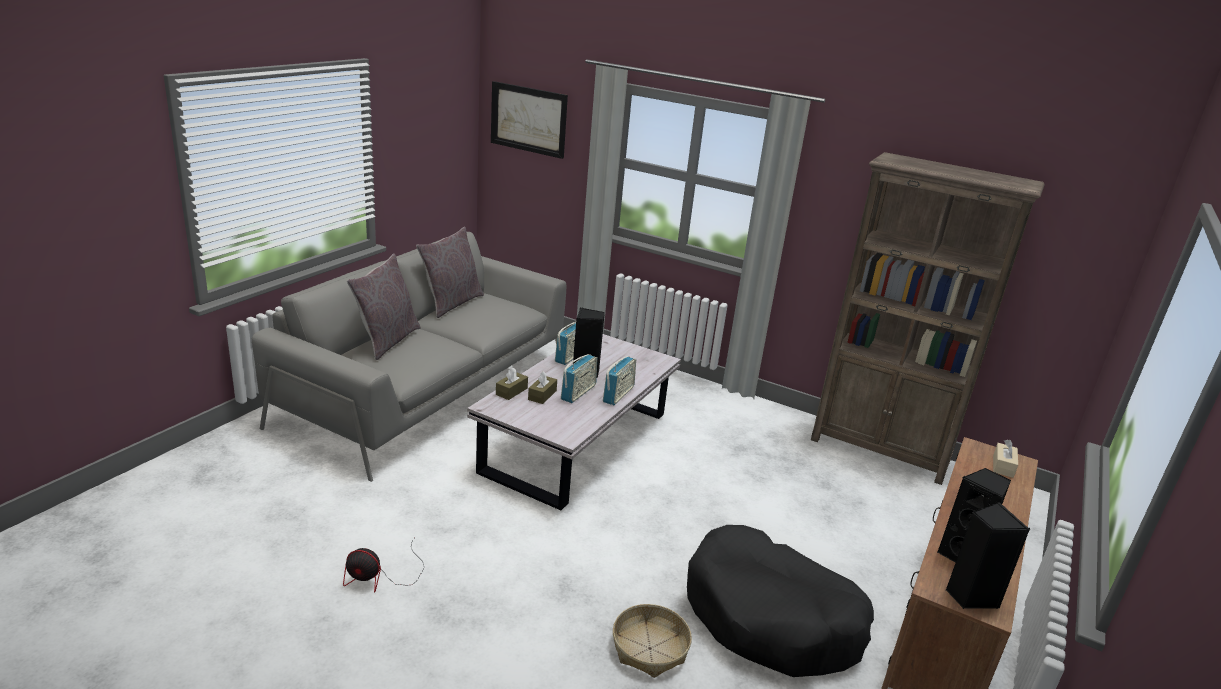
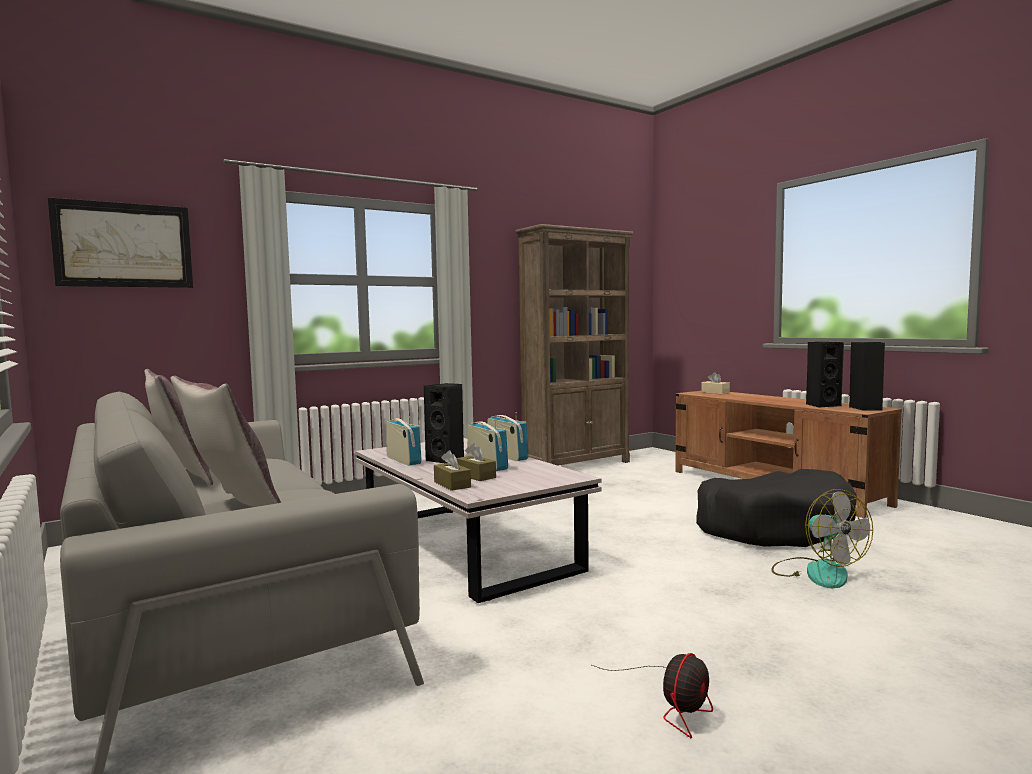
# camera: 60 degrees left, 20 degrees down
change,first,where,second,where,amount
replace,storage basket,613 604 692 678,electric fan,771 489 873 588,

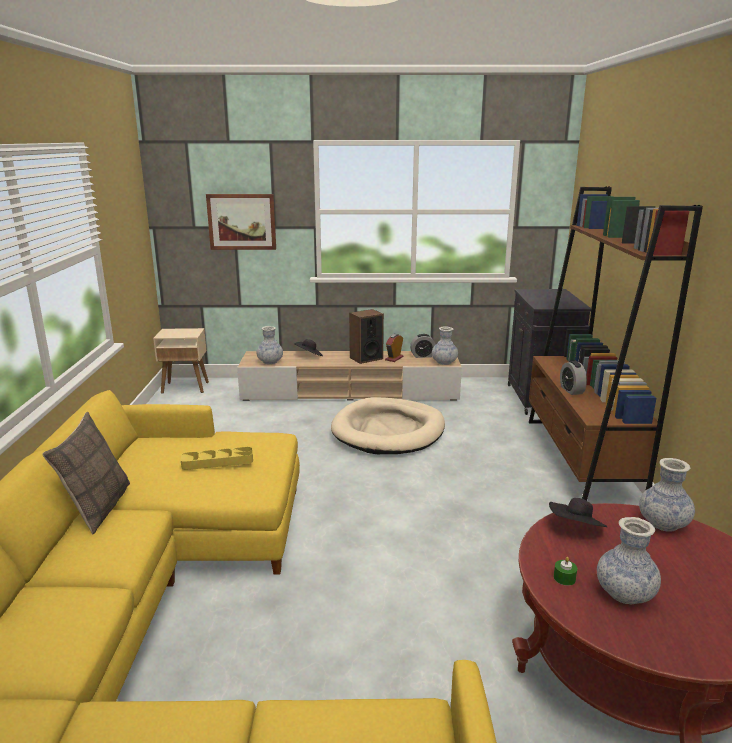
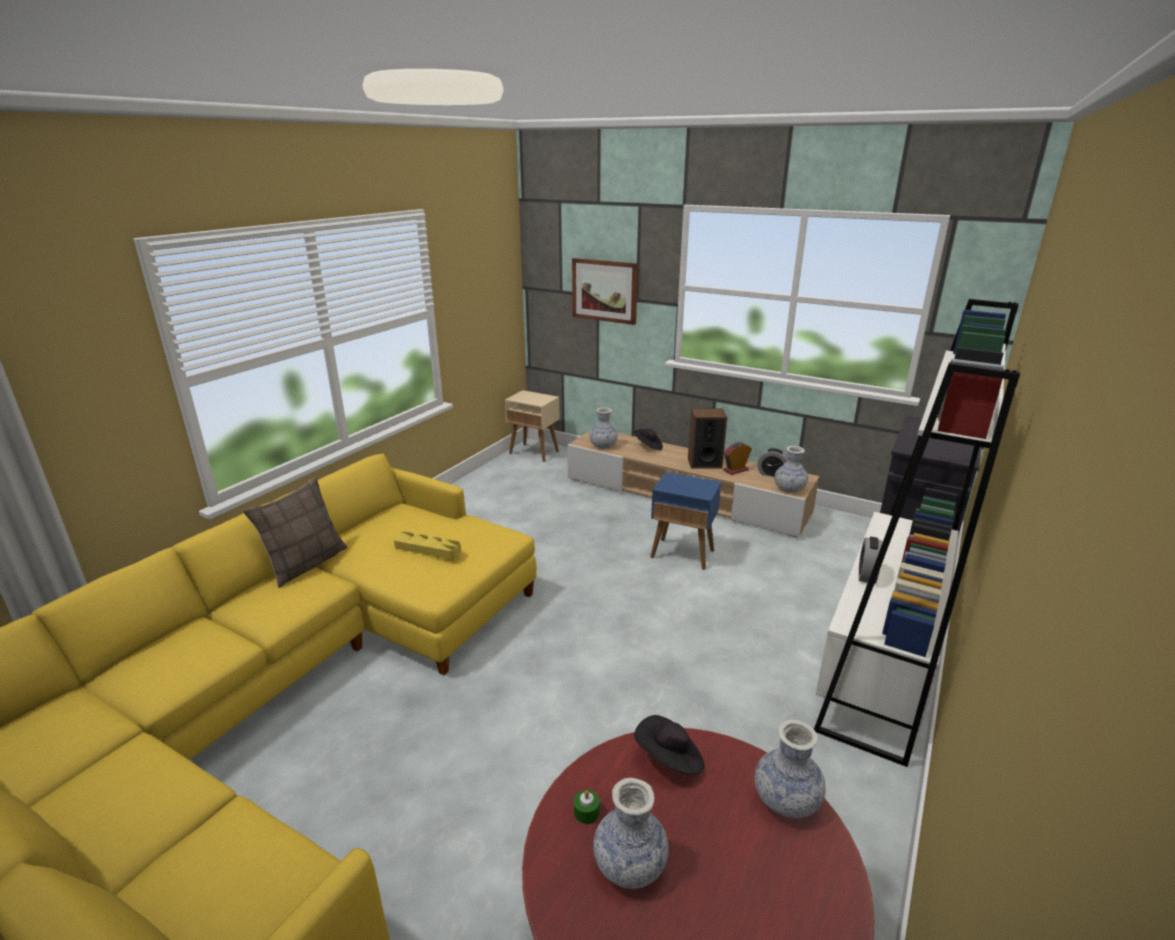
# camera: 30 degrees right, 5 degrees up
change,first,where,second,where,amount
replace,pet bed (beige-coloured),331 397 445 454,side table (blue),650 472 721 570,
recolor,bookcase (brownish),529 186 703 501,bookcase (whitish),814 299 1020 767,

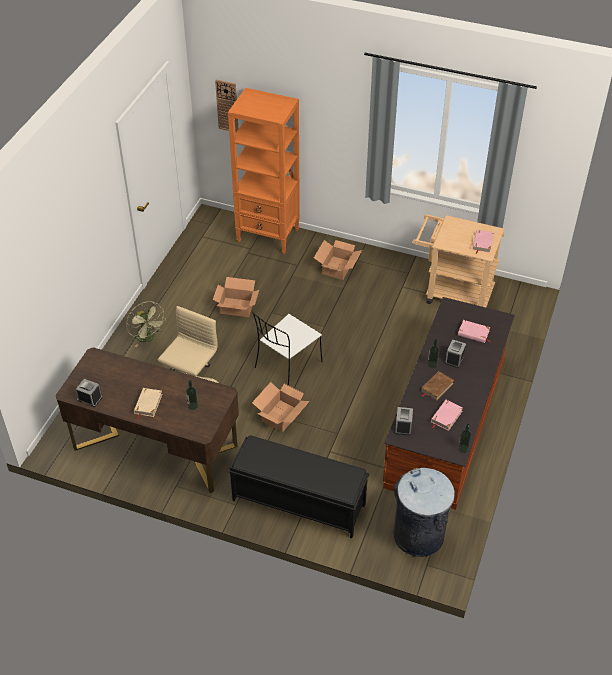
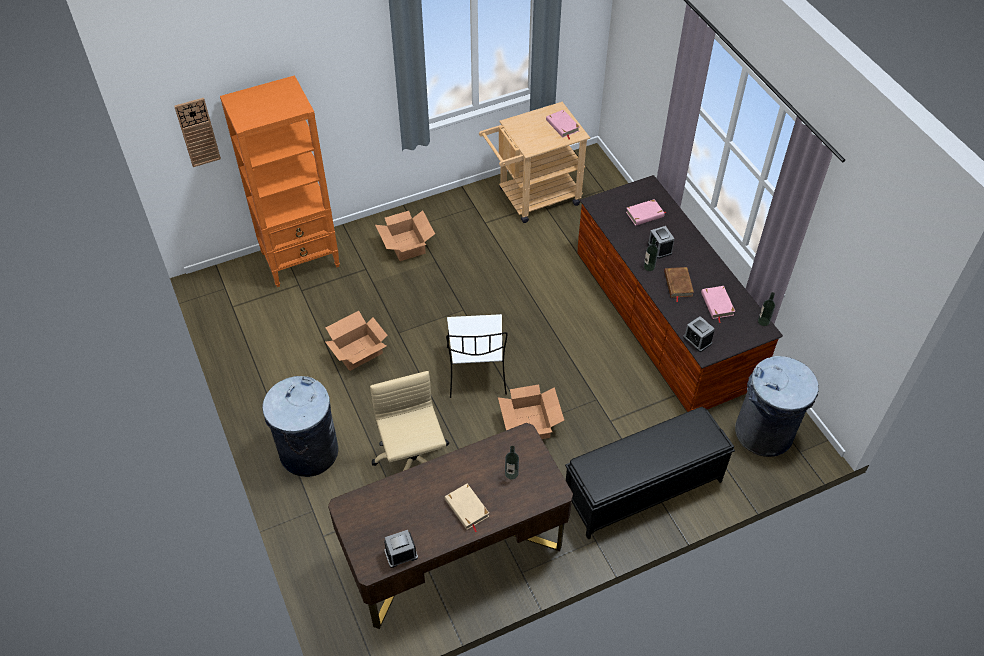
# camera: 45 degrees left, 5 degrees up
change,first,where,second,where,amount
replace,electric fan (green),126 301 166 347,rubbish bin (greyish),262 376 338 477,

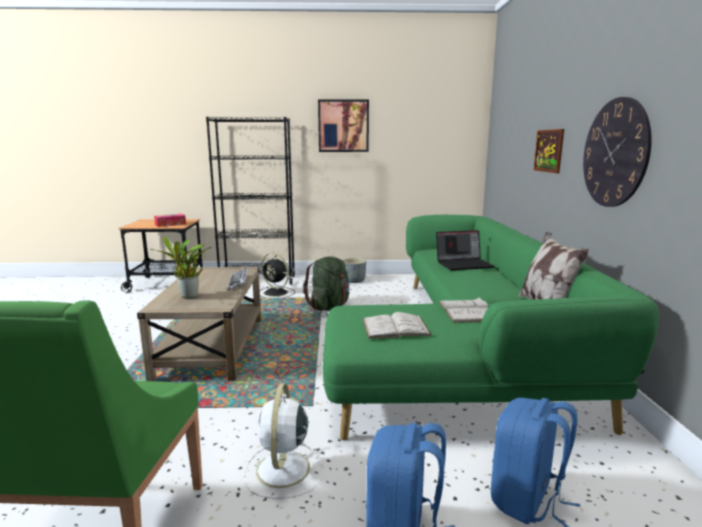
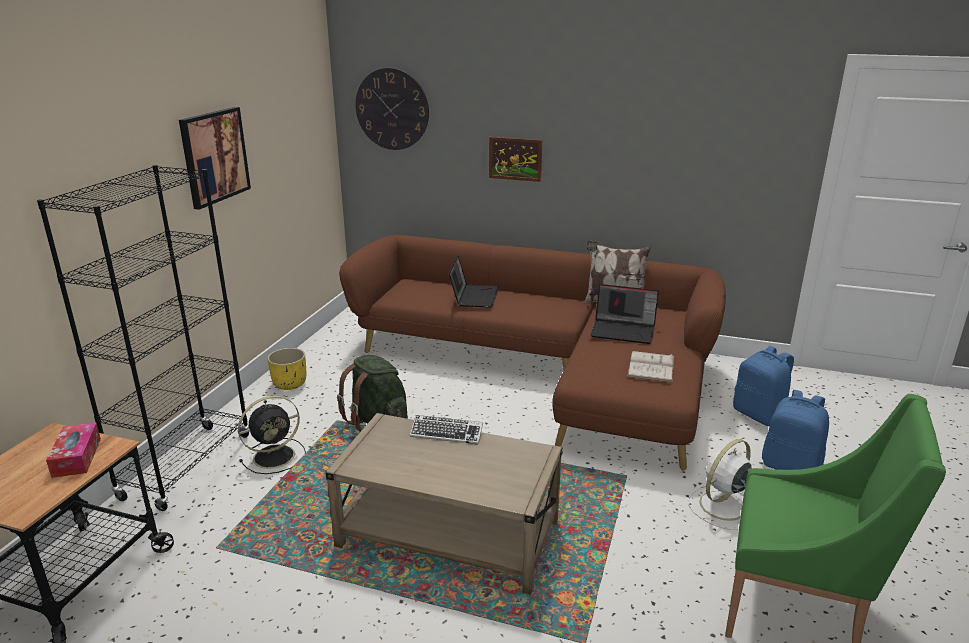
# camera: 70 degrees left, 10 degrees up
change,first,where,second,where,amount
delete,houseplant,150 237 211 299,,,
rotate,electric fan (whitish),244 383 322 499,,688 439 752 530,120 degrees clockwise
recolor,sofa (green),323 215 659 440,sofa (brownish),339 235 726 470,
recolor,flower pot (greyish),343 258 366 283,flower pot (yellow-coloured),267 348 306 390,
replace,volume (whitish),439 298 488 323,portable computer,590 284 659 344,
move,hanging clock,583 97 652 207,,355 68 429 150,

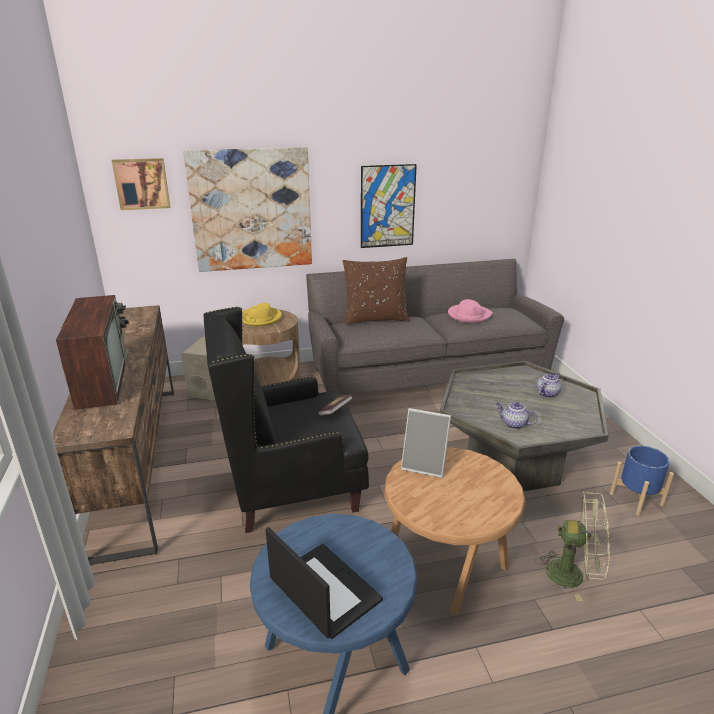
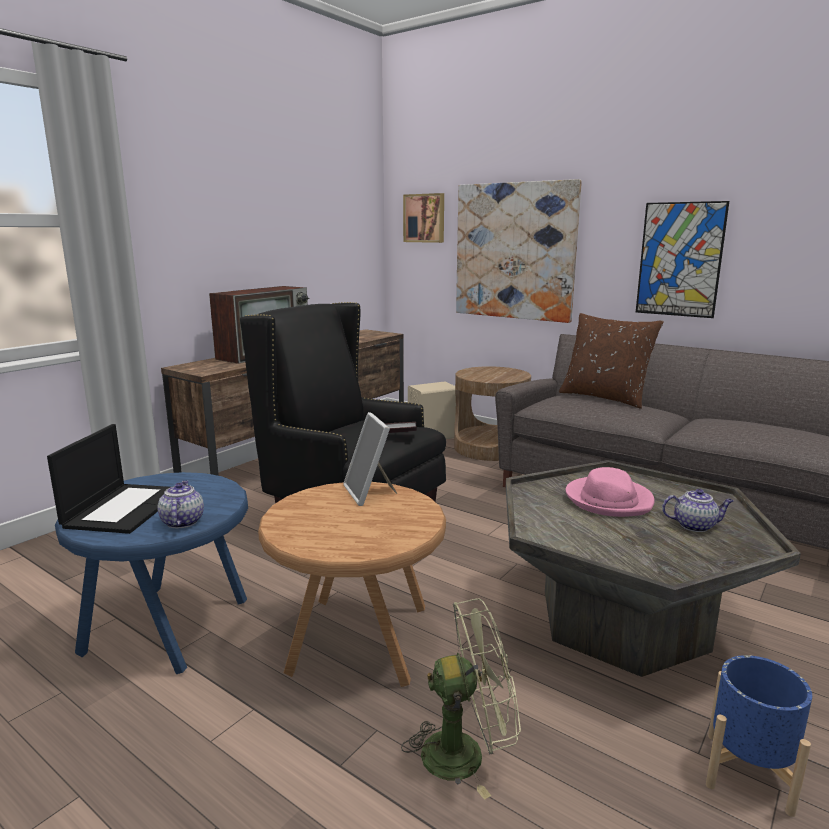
# camera: 50 degrees right, 10 degrees down
change,first,where,second,where,amount
delete,hat (yellow-coloured),242 303 282 327,,,
move,hat (pinkish),448 299 493 323,,566 467 655 517,
move,teapot,496 402 538 429,,157 480 204 528,
rotate,electric fan (green),535 492 610 602,,401 598 521 800,75 degrees counterclockwise

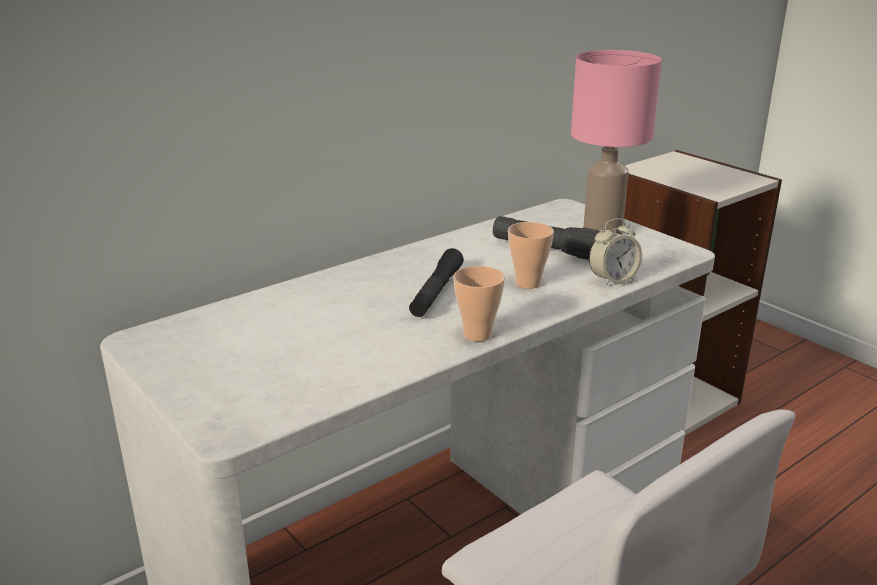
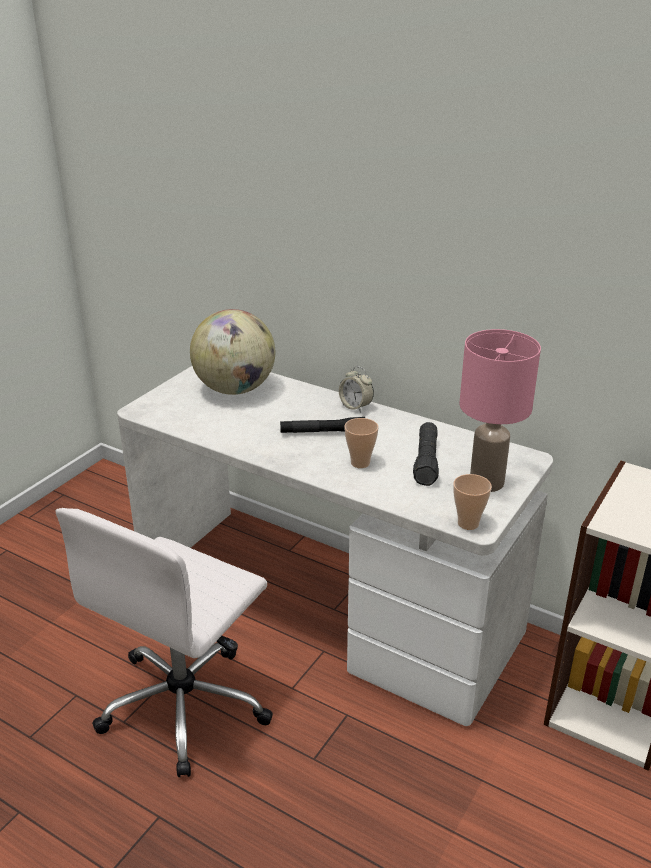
# camera: 70 degrees right, 5 degrees up
change,first,where,second,where,amount
move,small cup,453 266 505 342,,453 474 492 530,
move,bedside clock,589 218 642 287,,339 366 374 413,
insert,,,desk globe,190 309 275 395,

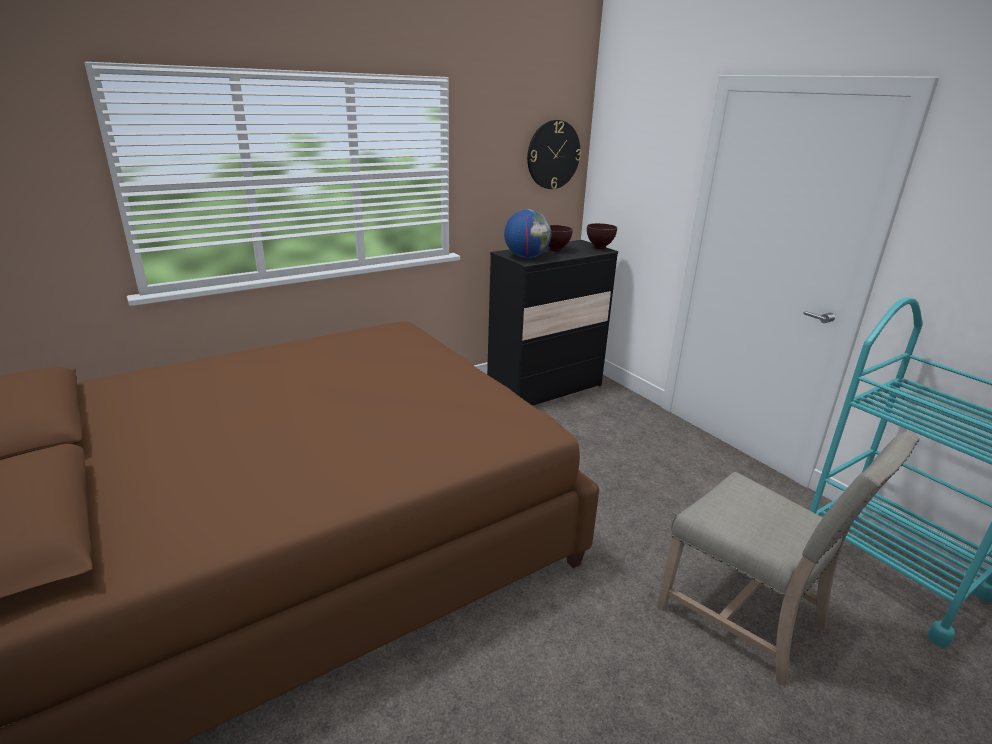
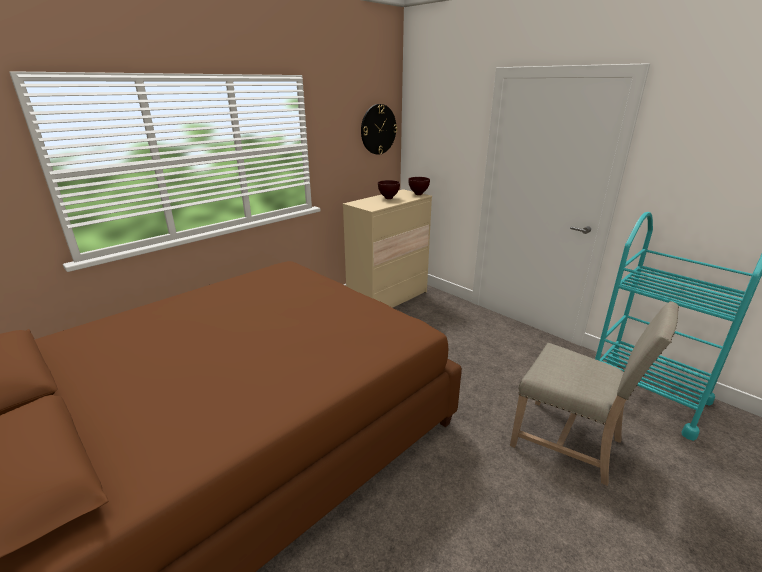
# camera: 10 degrees left, 0 degrees up
change,first,where,second,where,amount
recolor,drawer chest (black),487 240 618 406,drawer chest (beige-coloured),343 189 432 308,
delete,desk globe,504 209 551 258,,,

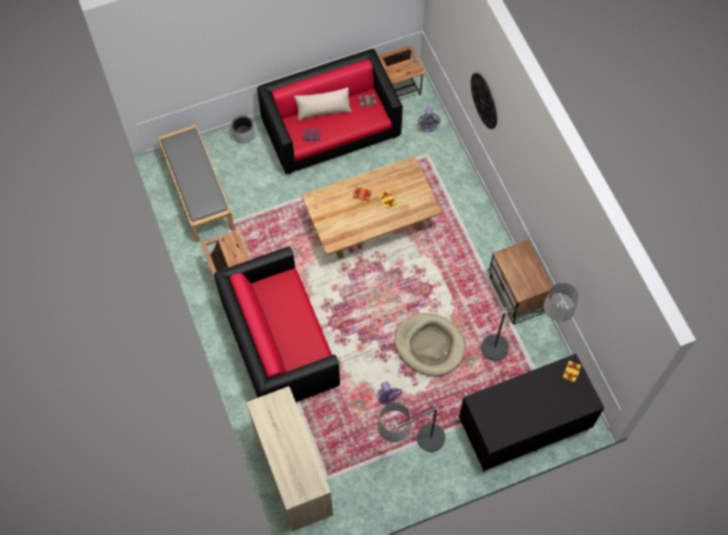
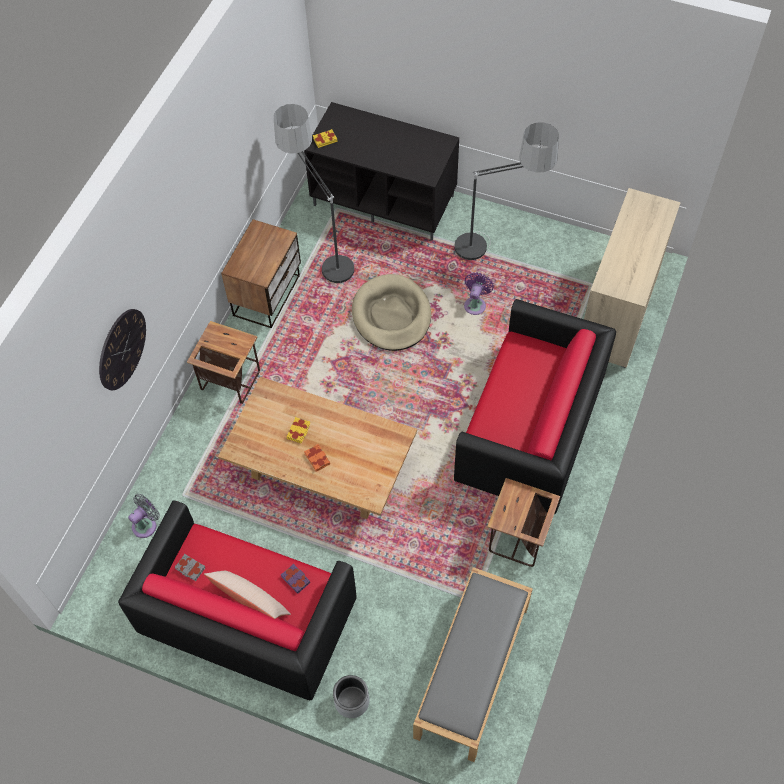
# camera: 135 degrees left, 5 degrees down
change,first,where,second,where,amount
move,side table,378 45 426 97,,187 321 260 404,

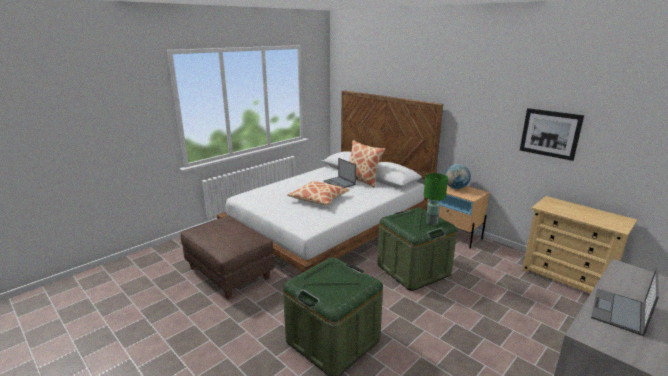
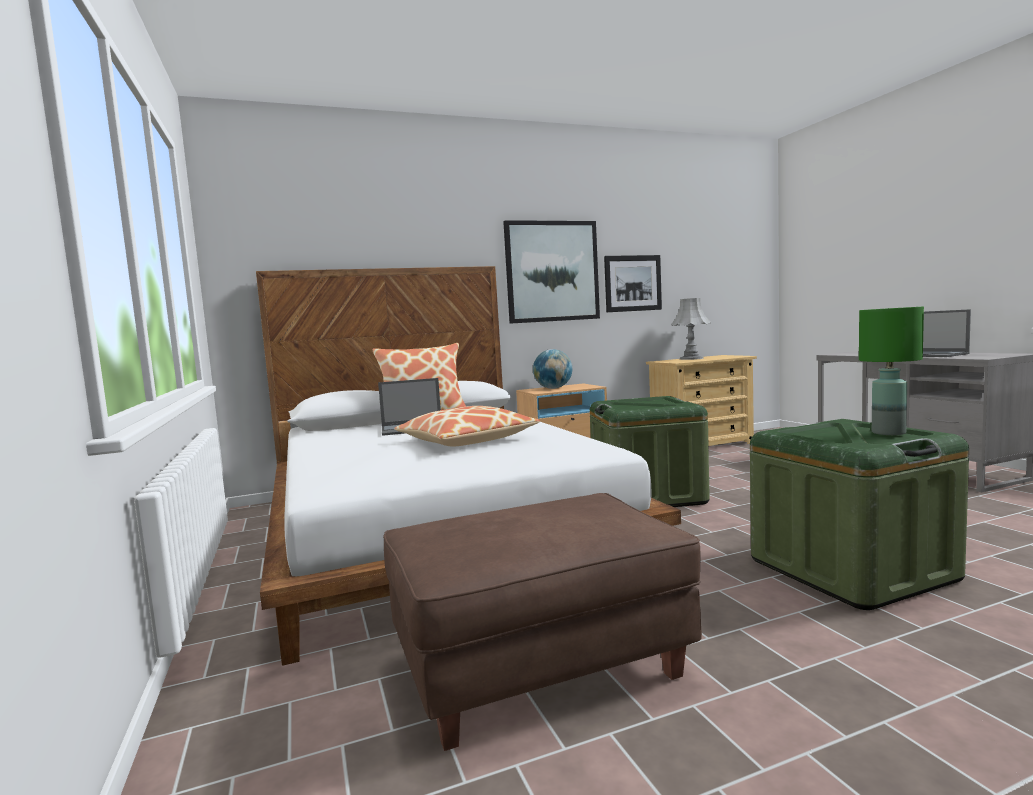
# camera: 65 degrees left, 15 degrees down
change,first,where,second,where,amount
move,table lamp (green),424 173 448 225,,859 307 924 435,
insert,,,wall picture,503 220 600 324,
insert,,,table lamp (greyish),671 298 711 360,

